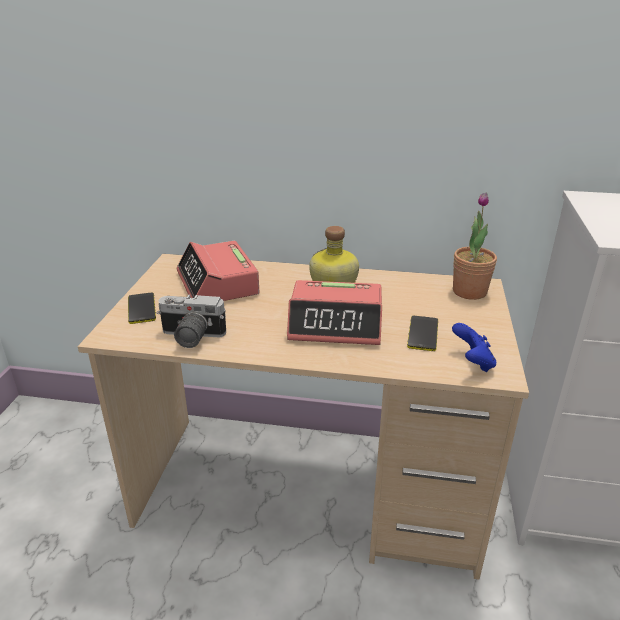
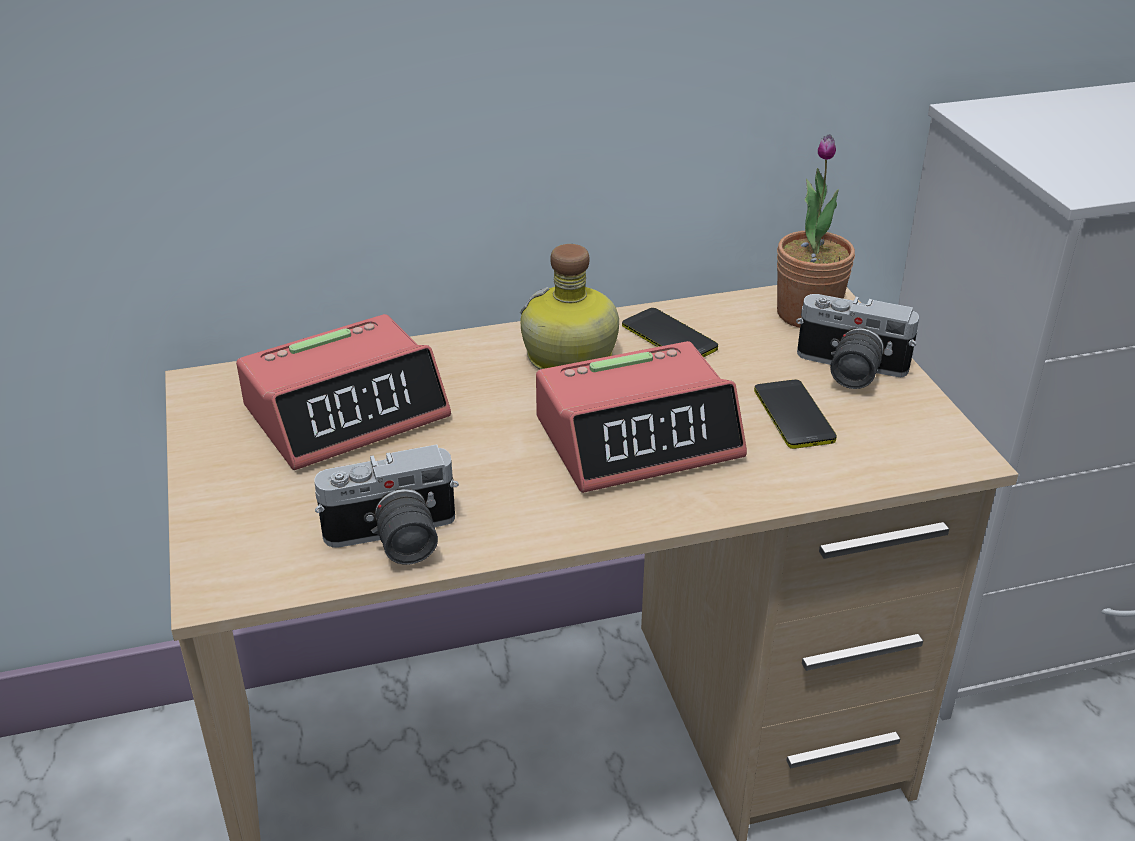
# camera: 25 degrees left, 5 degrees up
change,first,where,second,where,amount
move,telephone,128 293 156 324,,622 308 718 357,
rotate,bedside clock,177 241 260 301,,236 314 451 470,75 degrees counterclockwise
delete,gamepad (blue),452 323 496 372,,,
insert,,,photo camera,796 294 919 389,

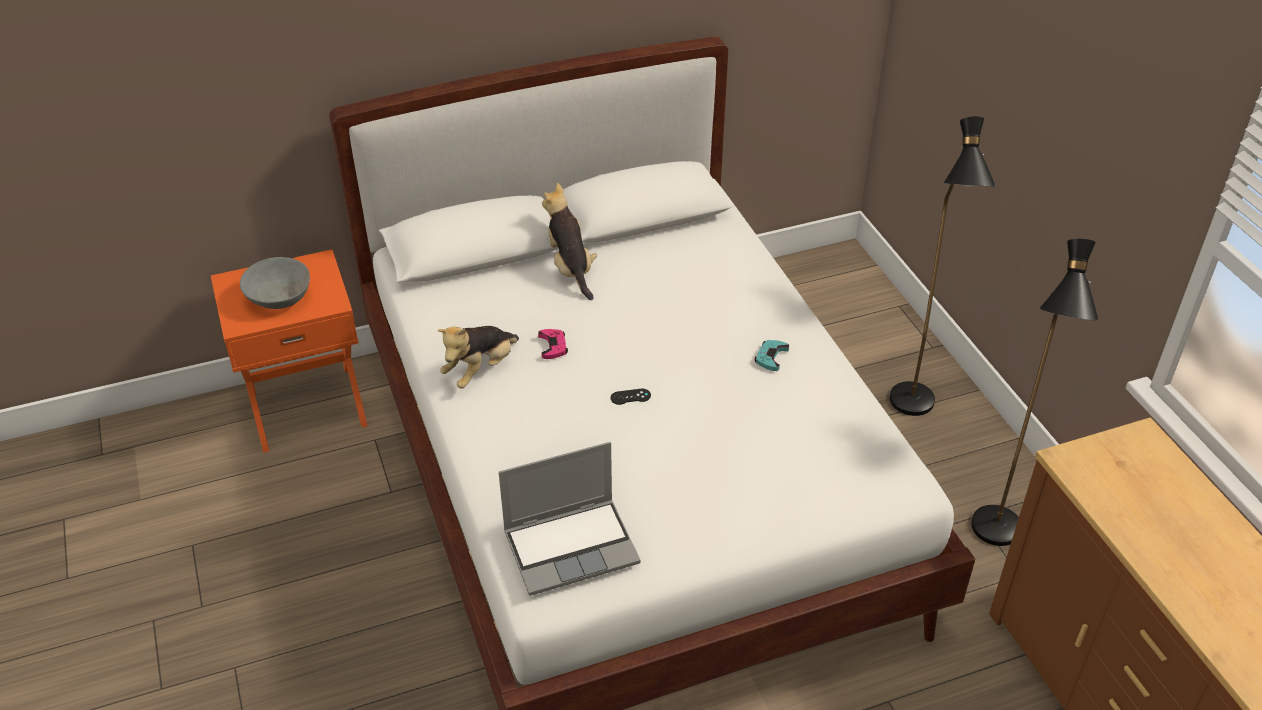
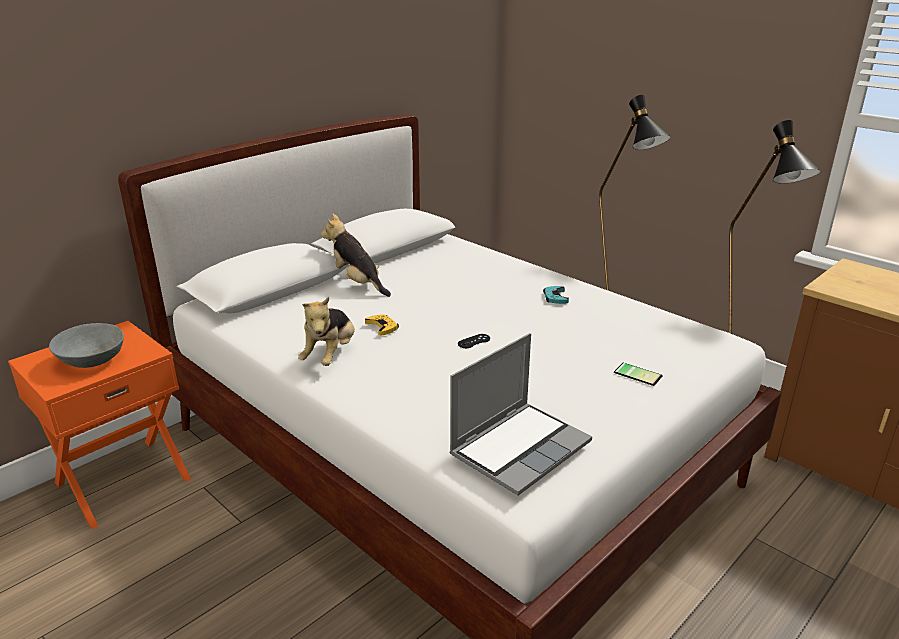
# camera: 25 degrees left, 15 degrees down
change,first,where,second,where,amount
recolor,gamepad (pinkish),538 329 568 359,gamepad (yellow-coloured),365 314 399 335,
insert,,,telephone,614 363 663 386,

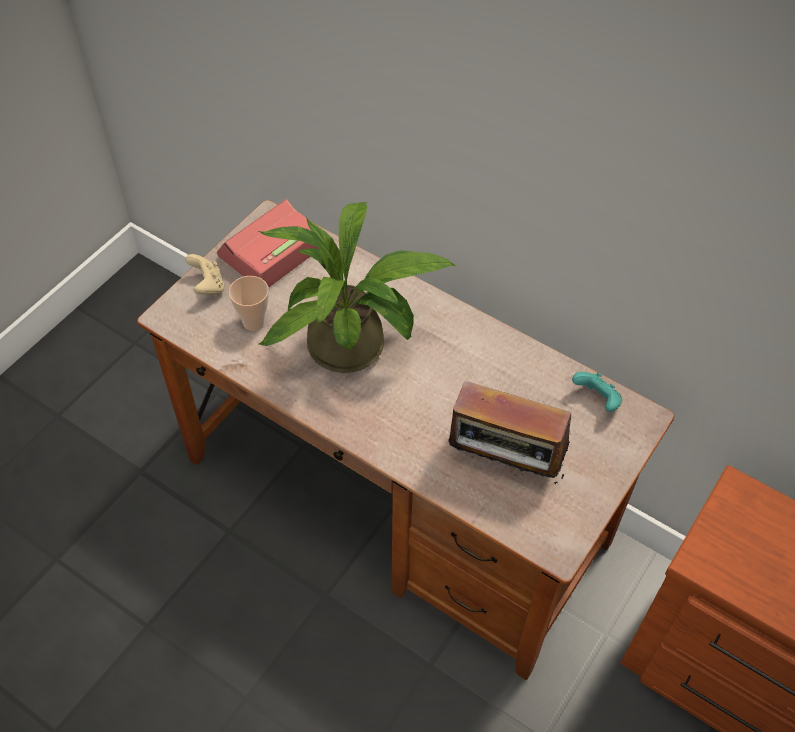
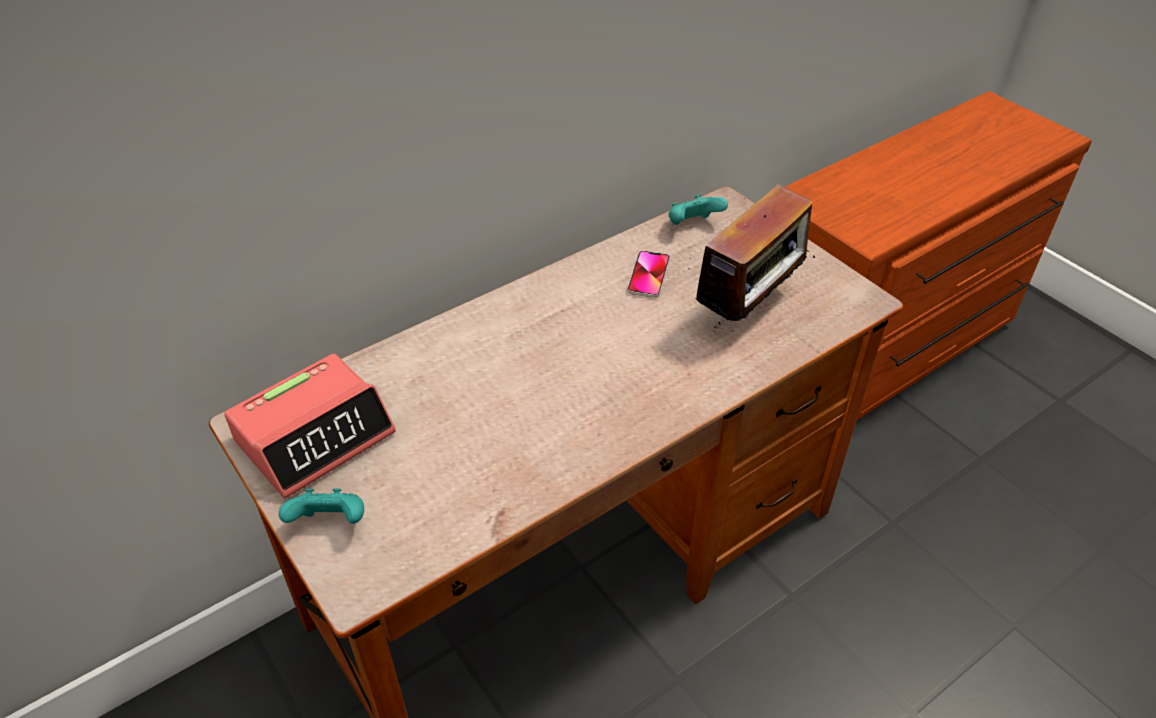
# camera: 70 degrees left, 10 degrees down
change,first,where,second,where,amount
recolor,gamepad (beige-coloured),185 254 225 295,gamepad (blue-green),279 489 364 524,
rotate,bedside clock,217 199 319 288,,224 354 396 499,105 degrees counterclockwise
delete,small cup,229 276 269 331,,,
delete,houseplant,259 202 456 373,,,
insert,,,telephone,627 251 670 298,

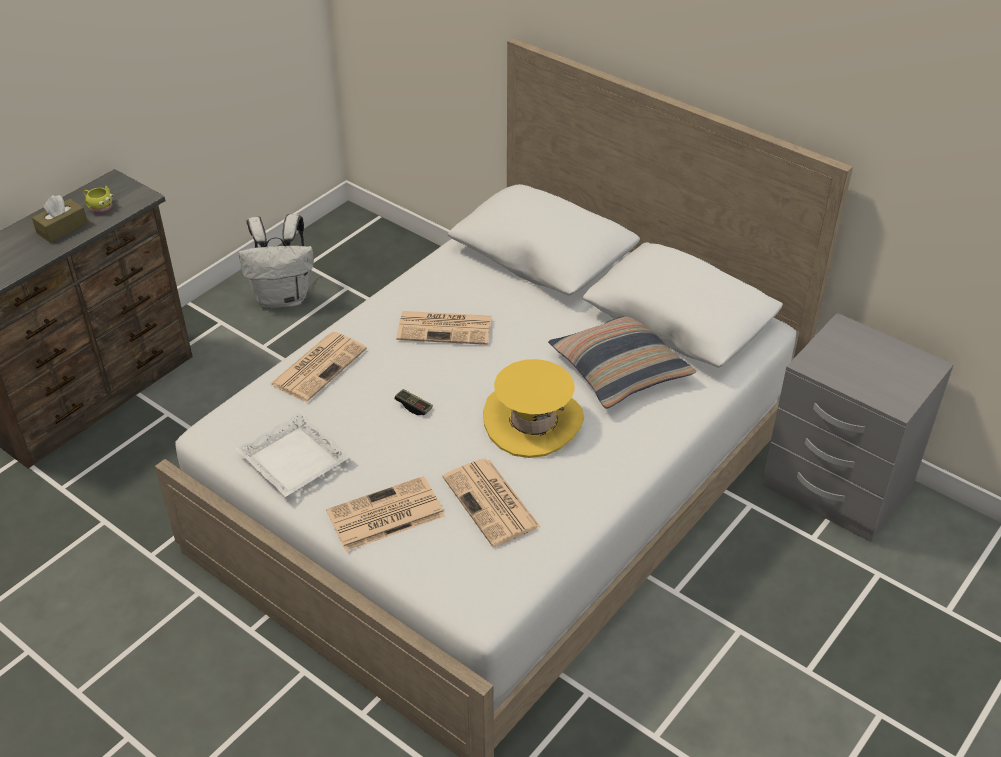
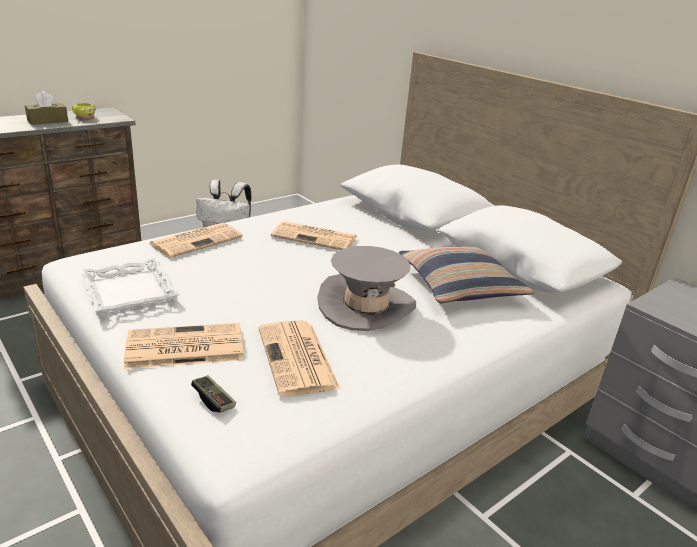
# camera: 10 degrees right, 15 degrees down
change,first,where,second,where,amount
move,gamepad,394 389 433 415,,191 375 236 413,
recolor,hat (yellow-coloured),483 359 584 458,hat (greyish),317 246 416 331,

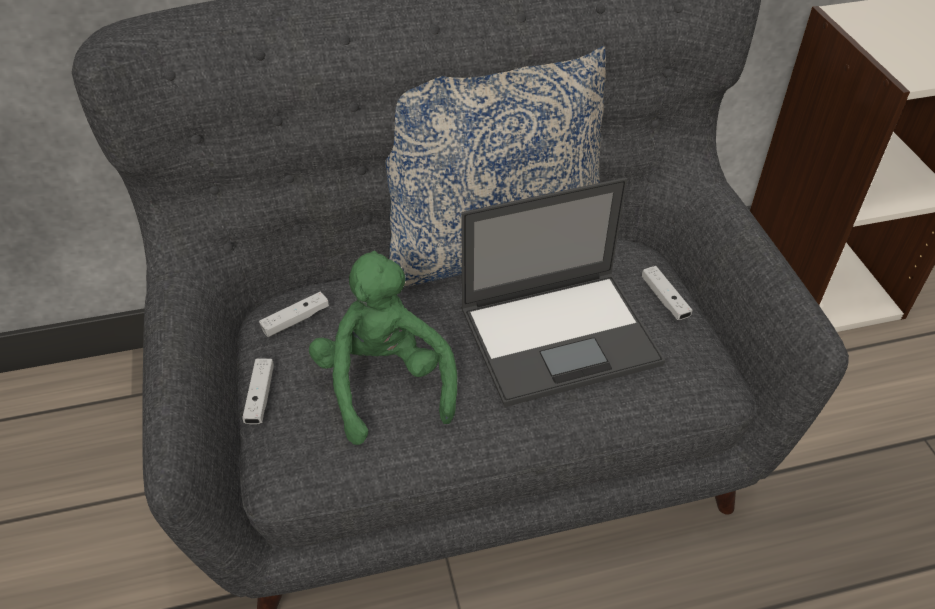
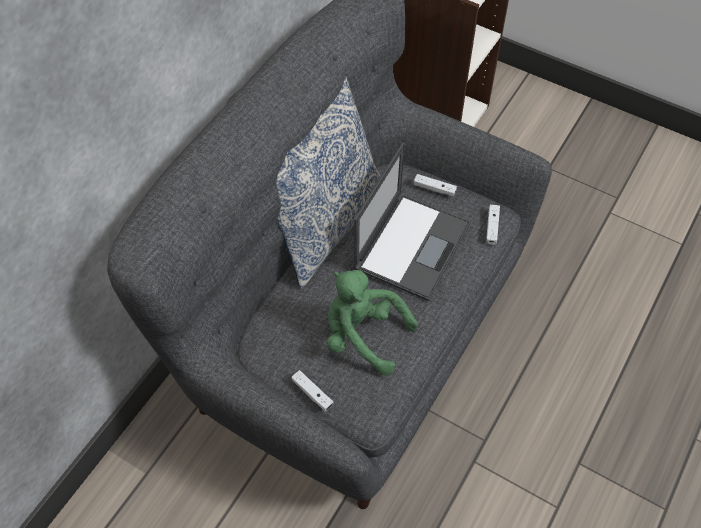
# camera: 45 degrees left, 10 degrees up
change,first,where,second,where,amount
move,gamepad (whitish),259 292 329 337,,486 204 500 245,

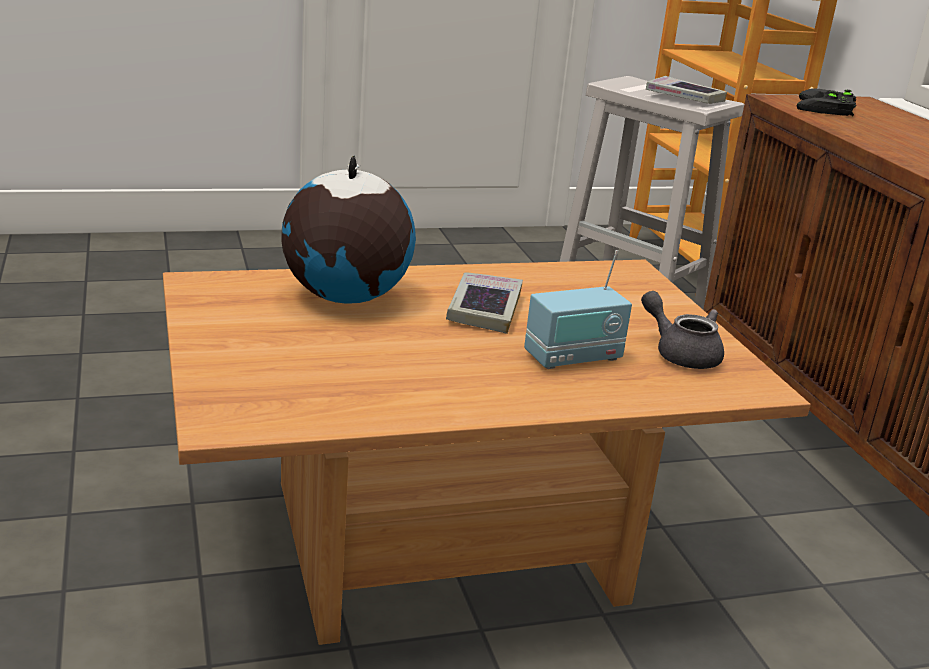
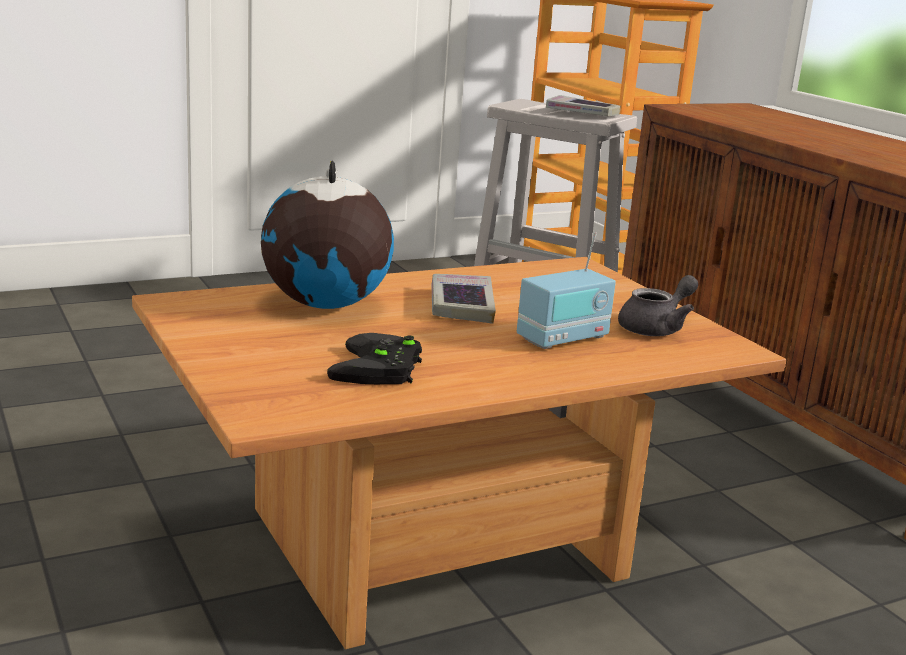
# camera: 10 degrees left, 5 degrees down
change,first,where,second,where,amount
rotate,teapot (greyish),641 291 724 369,,618 275 698 336,105 degrees clockwise
move,gamepad (black),797 89 856 116,,327 333 422 384,

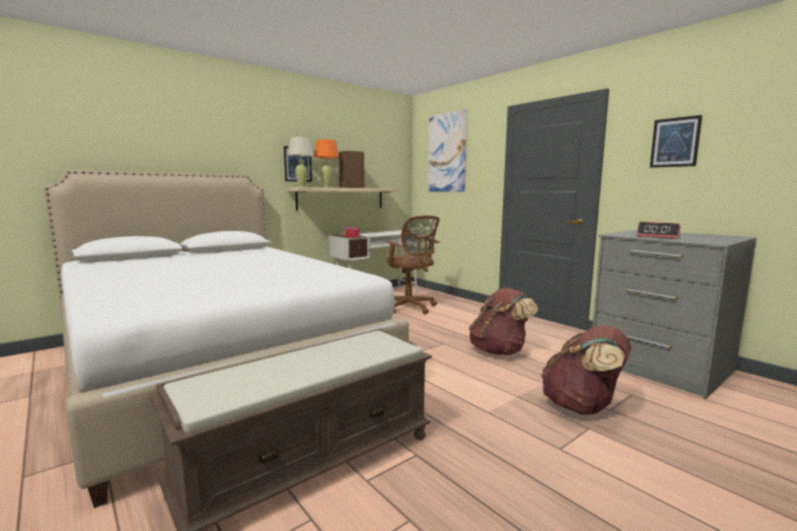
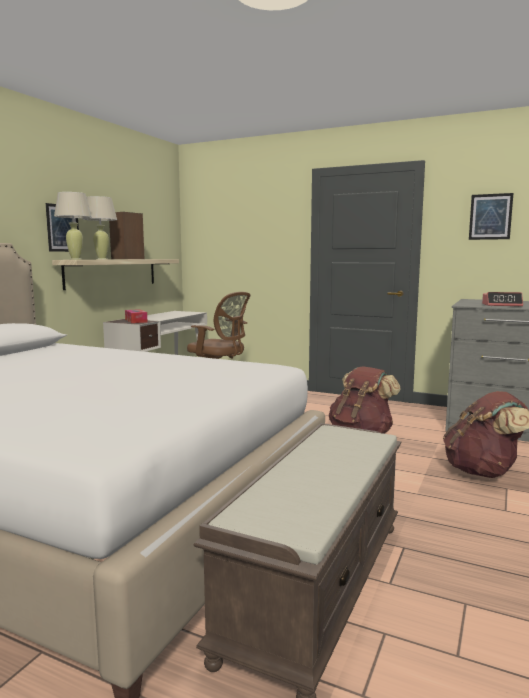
# camera: 25 degrees left, 0 degrees up
change,first,where,second,where,amount
recolor,table lamp (orange),314 140 339 188,table lamp (beige-coloured),83 196 117 259,
delete,wall picture,428 109 467 192,,,

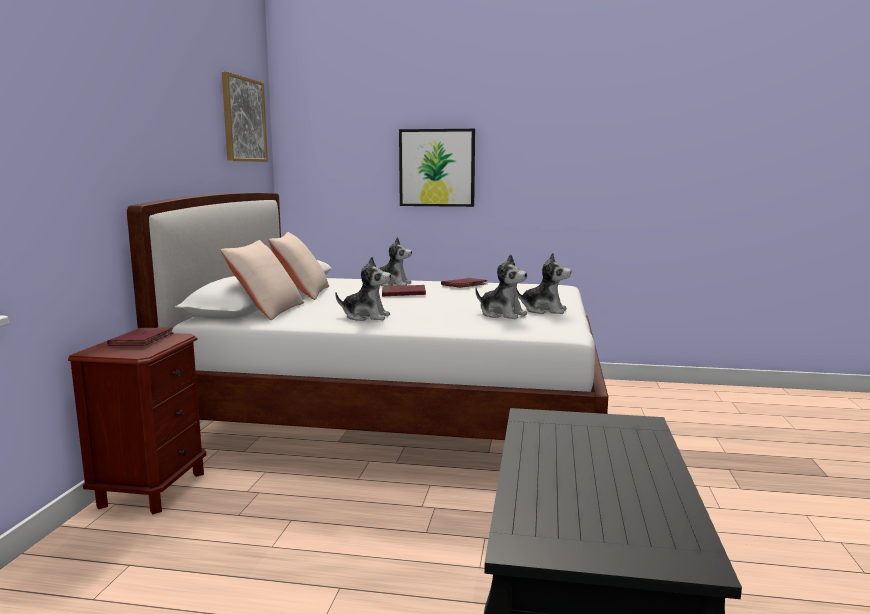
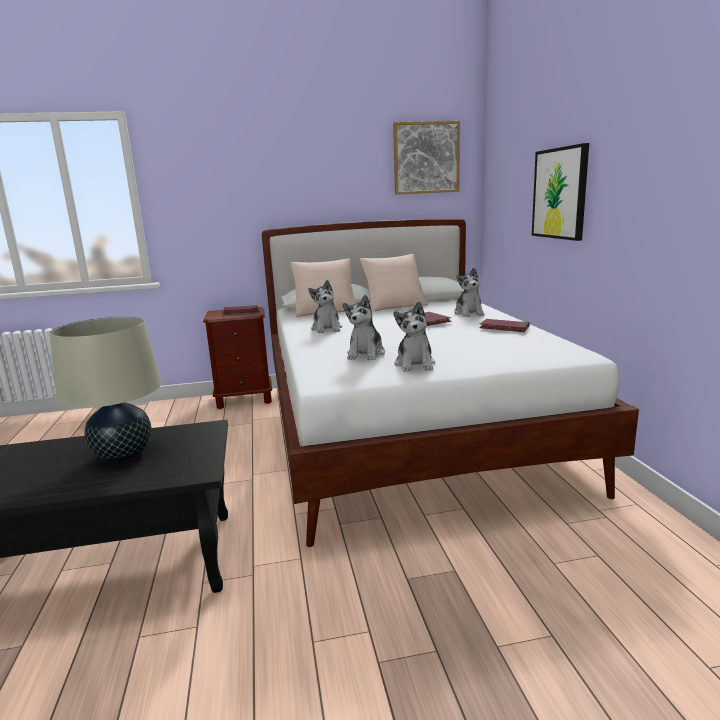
# camera: 70 degrees right, 5 degrees up
change,first,where,second,where,amount
insert,,,table lamp (beige-coloured),50 317 162 462,

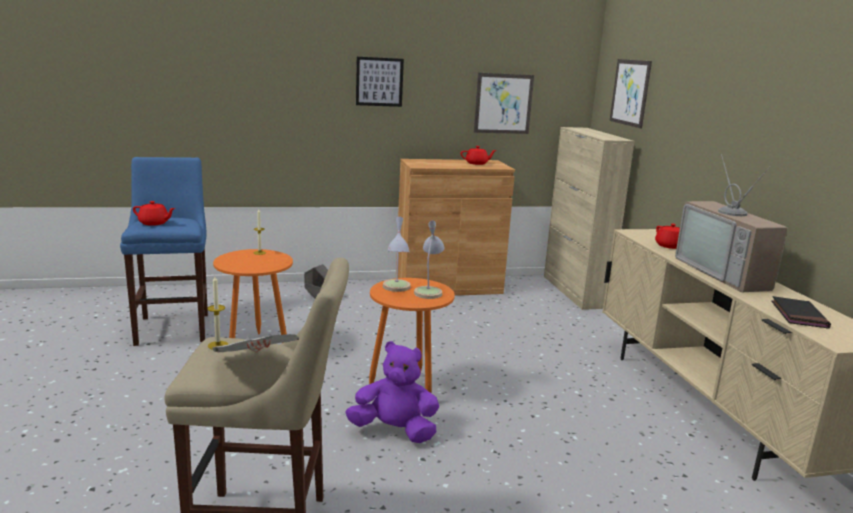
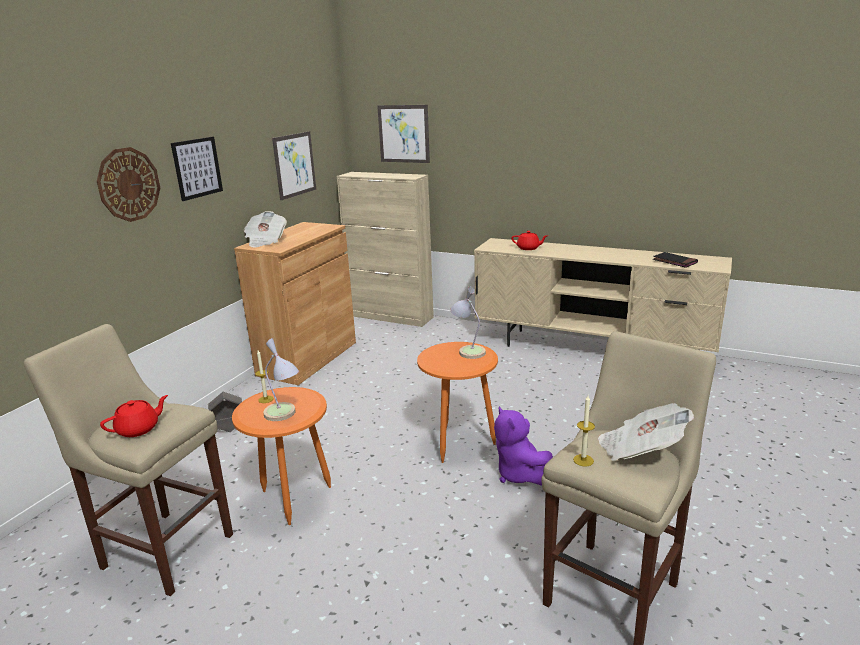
# camera: 50 degrees left, 5 degrees up
change,first,where,second,where,amount
recolor,stool (blue),120 157 208 346,stool (beige-coloured),24 324 233 596,
rotate,soft toy (purple-coloured),345 341 439 443,,494 406 553 485,75 degrees counterclockwise
move,table lamp,383 216 411 292,,263 338 299 421,
delete,teapot (red),461 146 497 165,,,
delete,TV set,675 154 788 292,,,
insert,,,hanging clock,97 147 160 222,
insert,,,newspaper,244 211 287 247,

